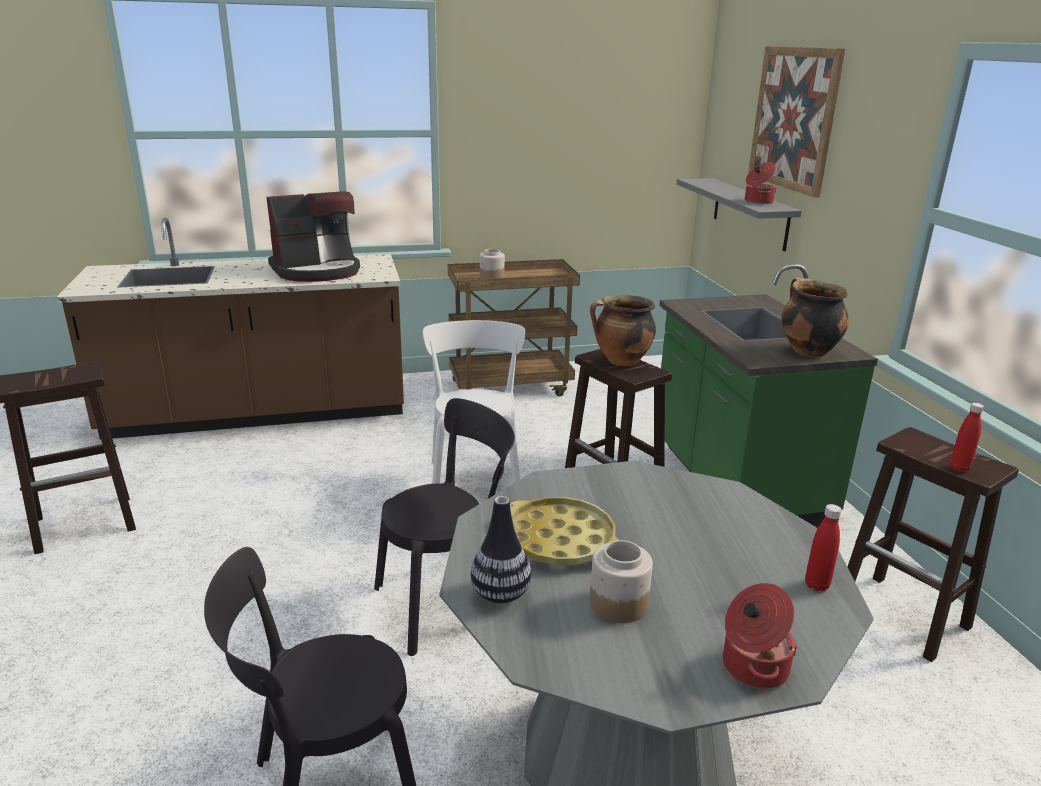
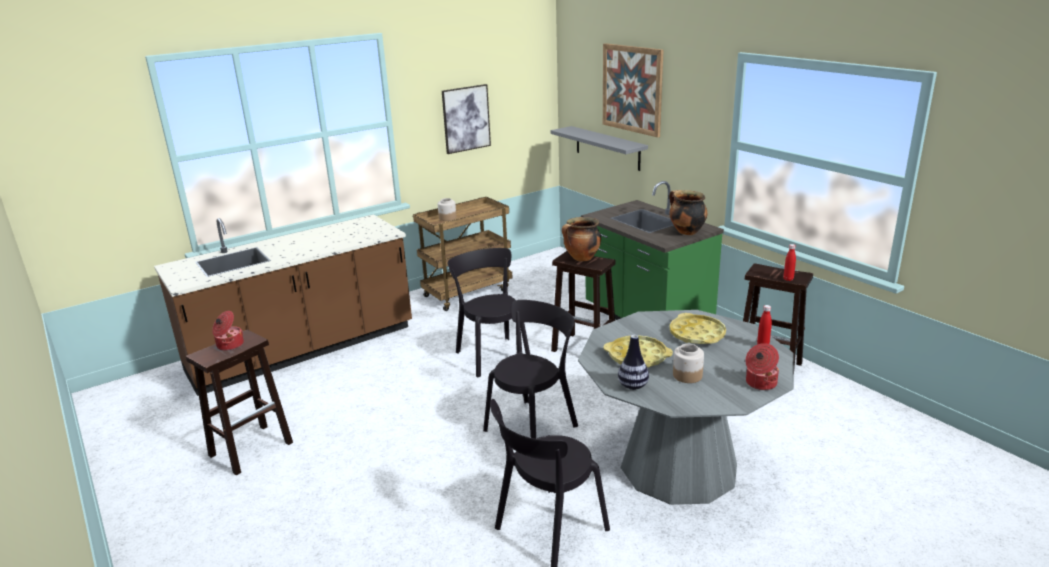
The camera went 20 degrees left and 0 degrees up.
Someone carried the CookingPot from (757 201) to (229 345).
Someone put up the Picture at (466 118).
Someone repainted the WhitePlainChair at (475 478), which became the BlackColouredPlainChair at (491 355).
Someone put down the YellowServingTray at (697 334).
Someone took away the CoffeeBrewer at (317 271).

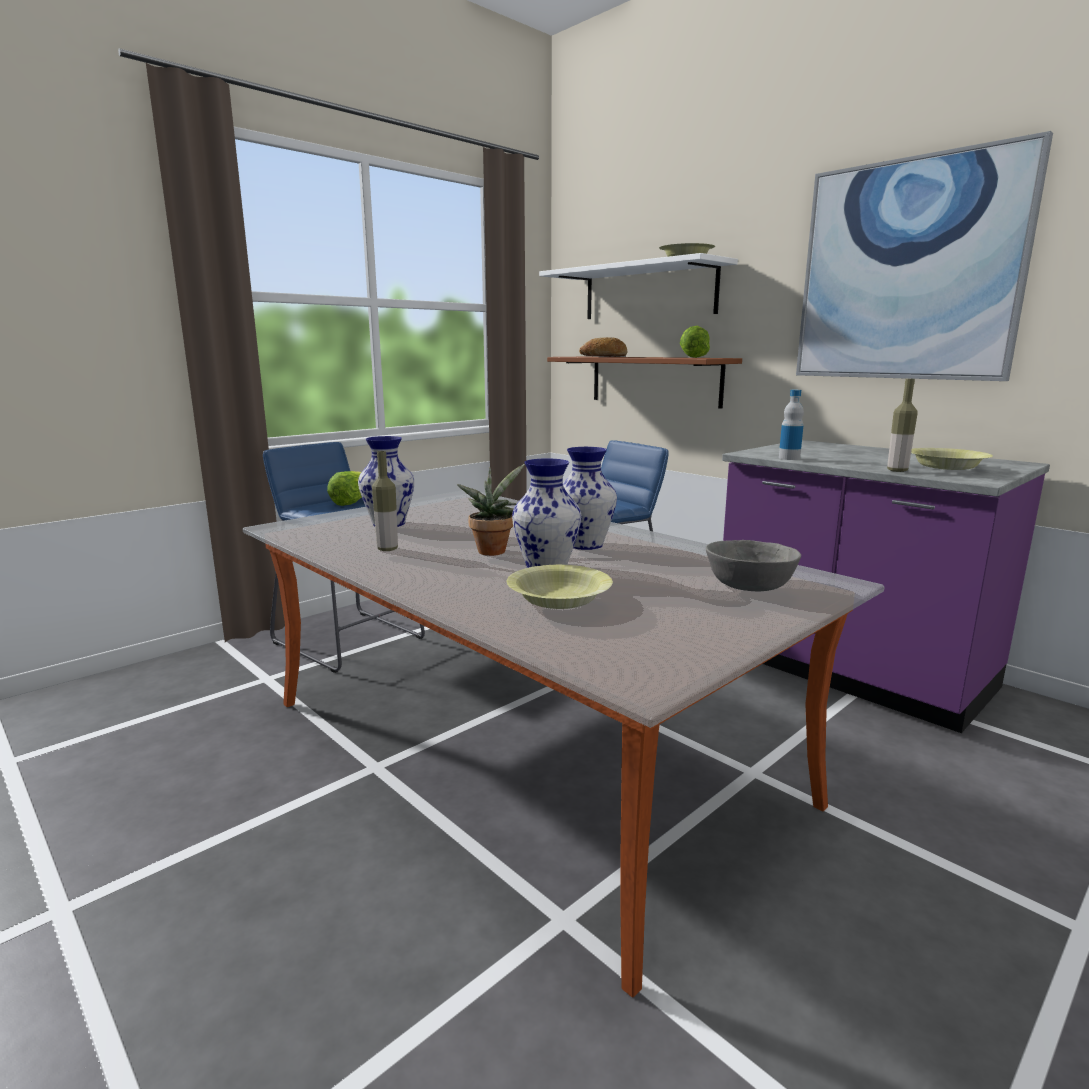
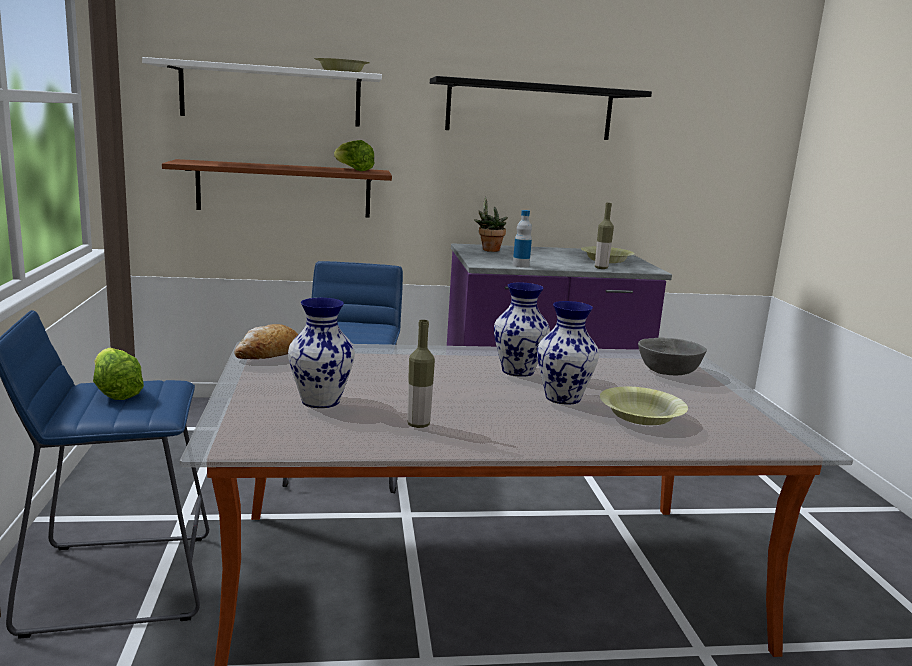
The camera went 55 degrees left and 0 degrees up.
Someone carried the BakeryBread from (604 356) to (268 354).
Someone swapped the Picture at (908 271) for the BlackColouredWallShelf at (529 110).
Someone carried the PottedPlant from (492 550) to (488 249).

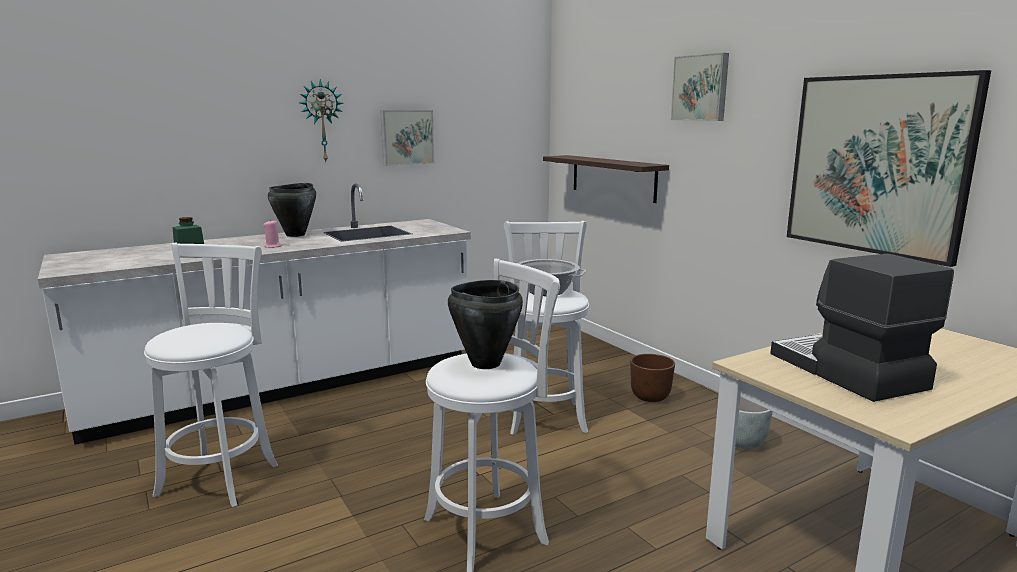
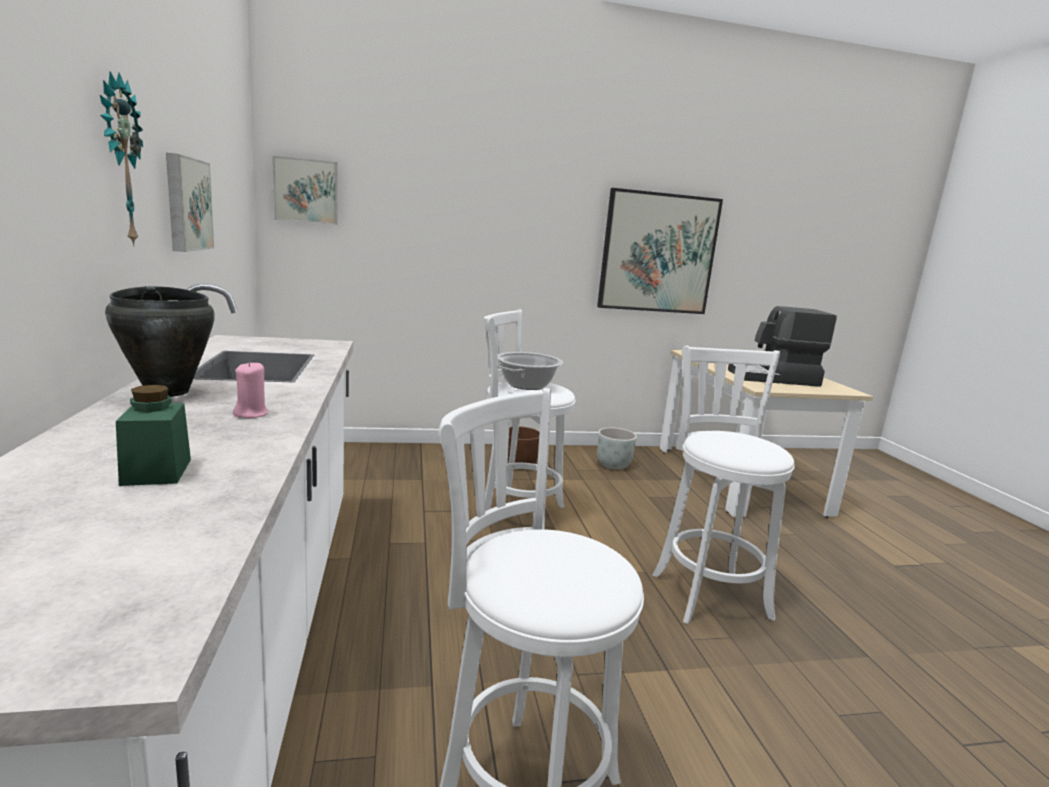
The camera went 70 degrees left and 0 degrees up.
Someone carried the Picture from (701 88) to (306 191).
Someone took away the BlackColouredCookingPot at (485 363).
Someone took away the WallShelf at (613 177).

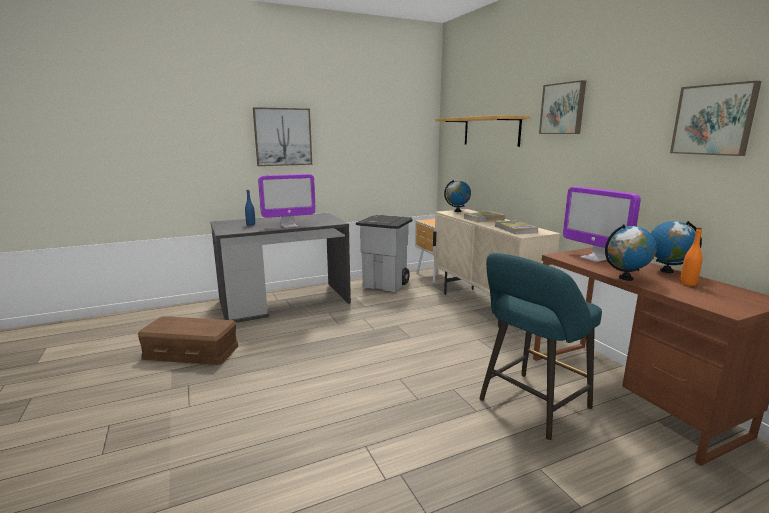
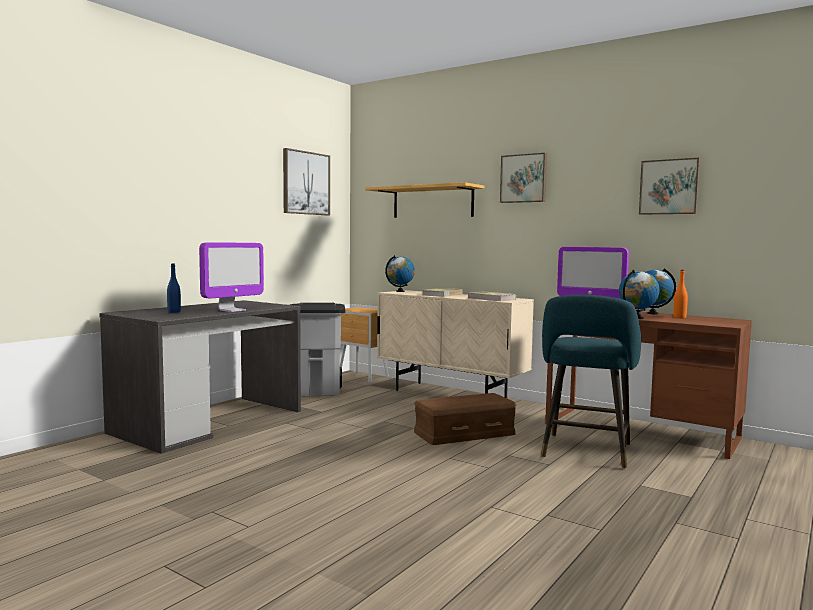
The camera went 30 degrees left and 10 degrees down.
Someone carried the Picture from (283 137) to (306 183).
Someone carried the BrownStorageContainer from (192 351) to (464 432).

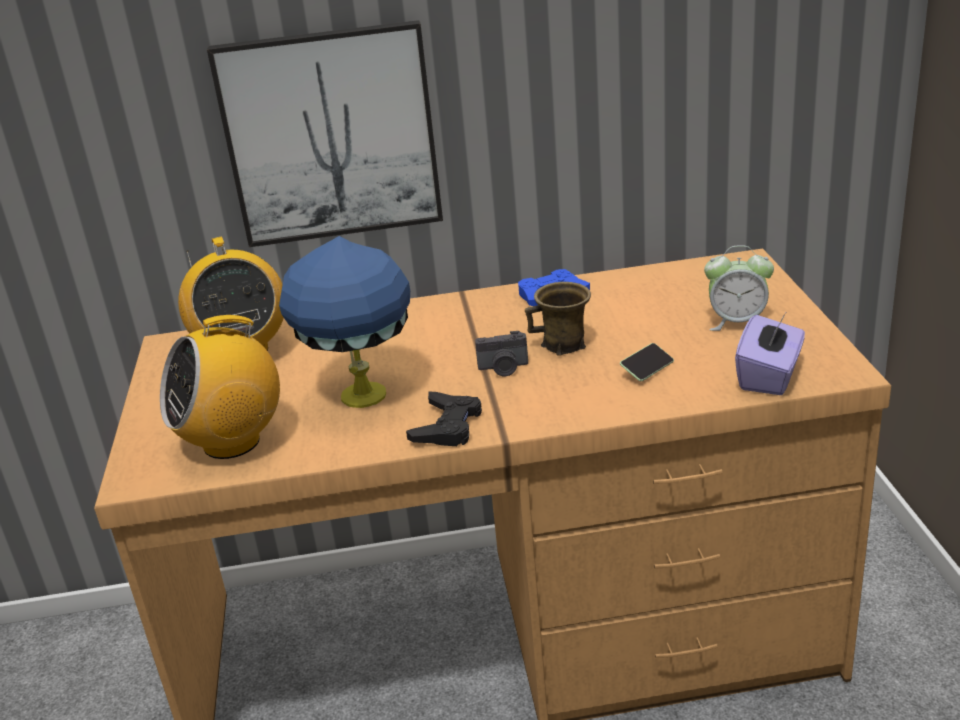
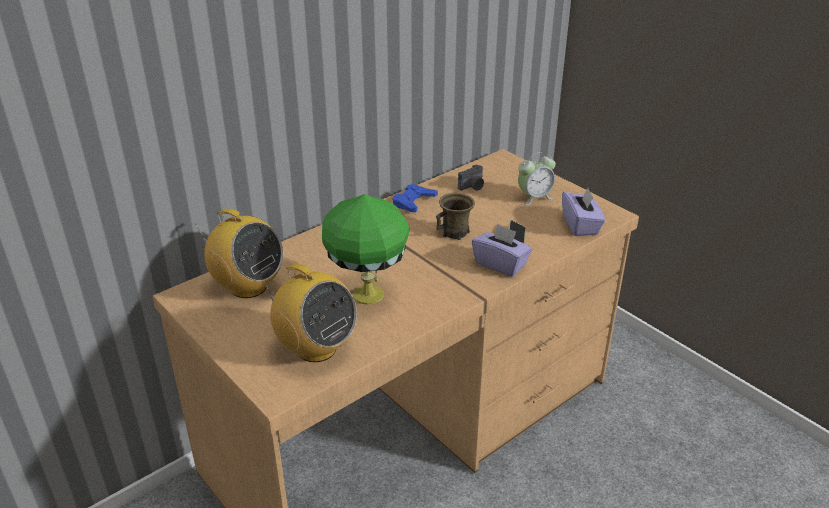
The camera went 35 degrees left and 5 degrees up.
Someone rotated the RadioReceiver at (232 442) by 75 degrees counterclockwise.
Someone repainted the BlueTabletopLamp at (361 396), which became the GreenishTabletopLamp at (367 296).
Someone carried the PhotoCamera from (503 368) to (472 187).
Someone put down the PurpleTissueHolder at (500 264).
Someone took away the Picture at (331 135).
Someone took away the BlackColouredJoypad at (447 426).

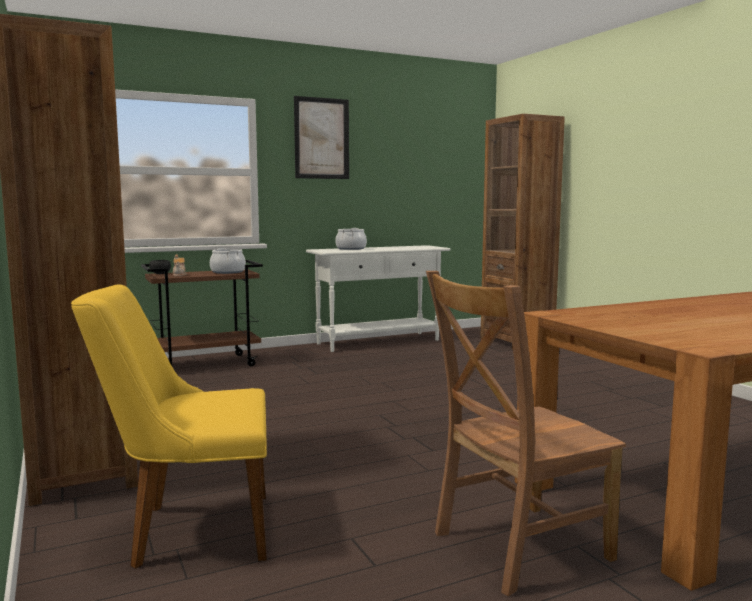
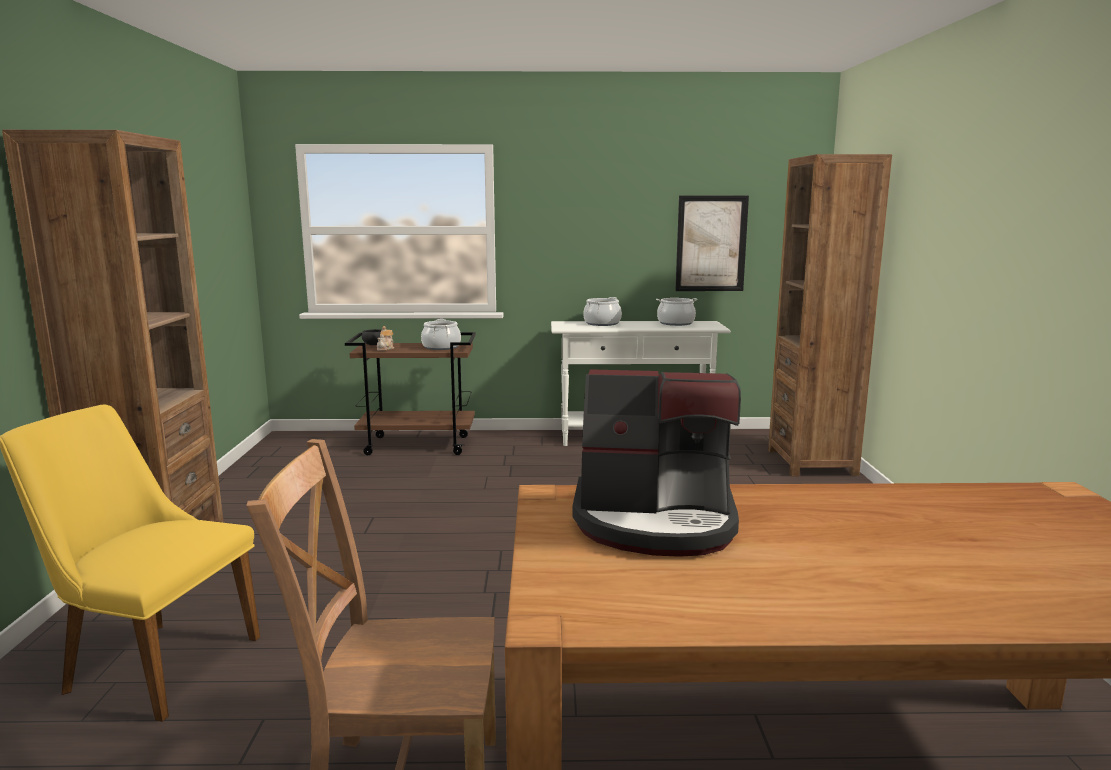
The camera went 25 degrees right and 5 degrees up.
Someone put down the CoffeeBrewer at (655 521).
Someone put down the CookingPot at (675 323).
Someone carried the Picture from (321 138) to (711 243).

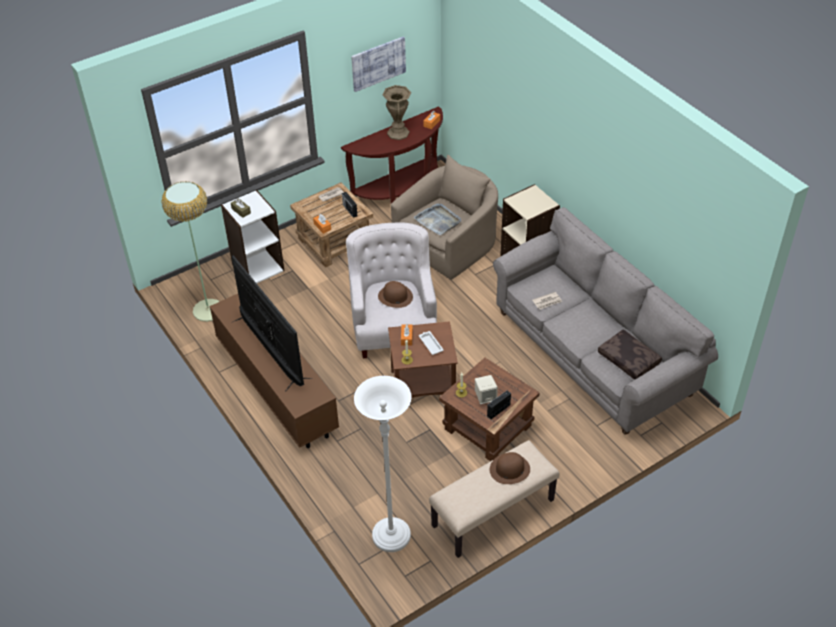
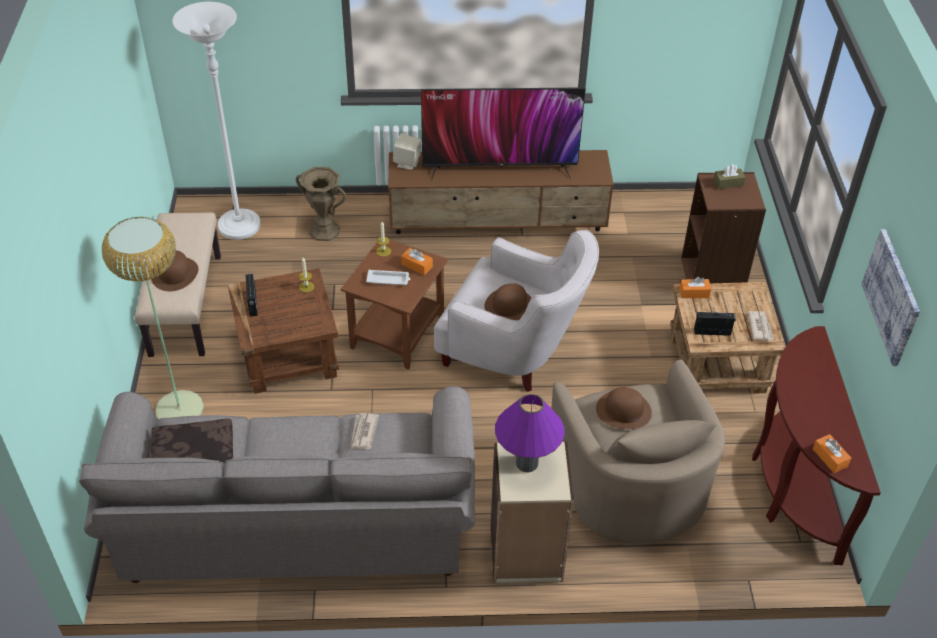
The camera went 120 degrees right and 0 degrees up.
Someone carried the StandingLamp from (208 310) to (179 408).
Someone carried the BrownFlowerVase from (398 133) to (325 230).
Someone carried the BeigeColouredLoudspeaker from (485 397) to (407 163).
Someone put down the PurpleTabletopLamp at (527 463).
Someone swapped the GrayServingTray at (438 220) for the BrownHat at (623 410).
Someone repainted the WhiteBookcase at (258 267), which became the BrownBookcase at (713 277).

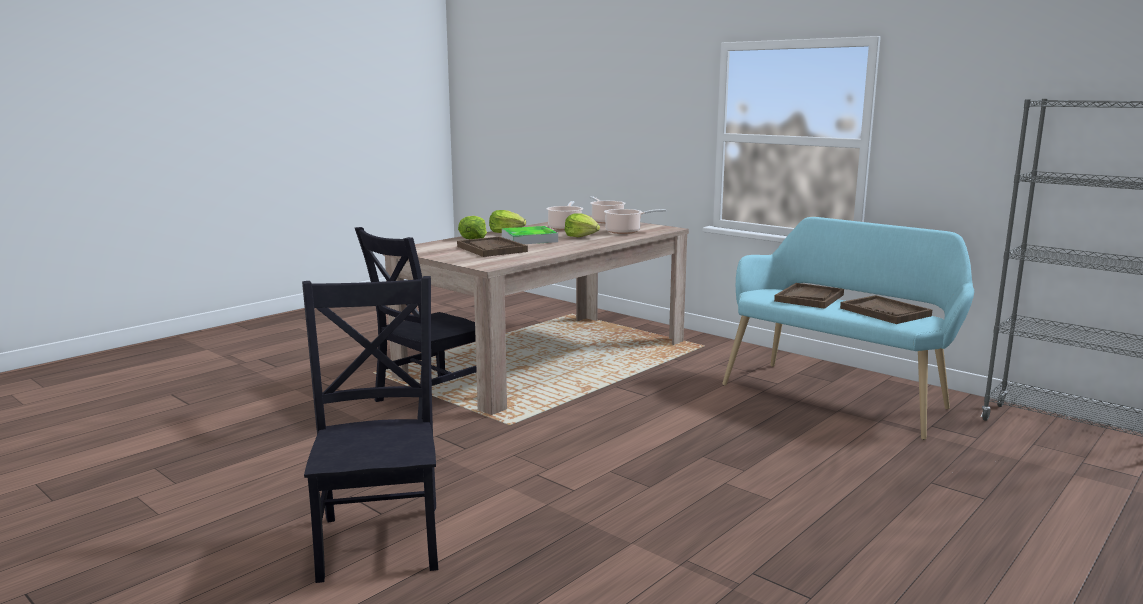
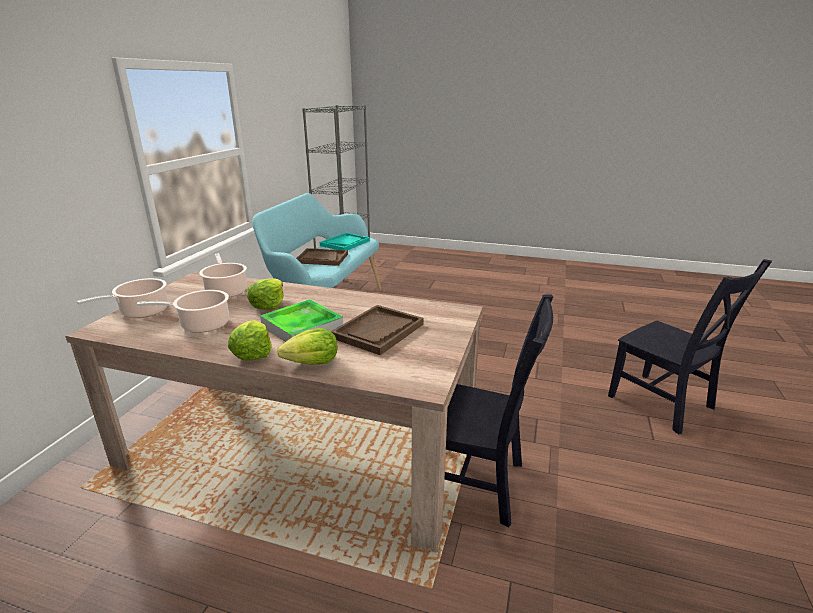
The camera went 115 degrees left and 10 degrees up.
Someone repainted the BrownServingTray at (885 312), which became the BlueGreenServingTray at (345 243).
Someone rotated the BlackColouredPlainChair at (381 538) by 90 degrees counterclockwise.

